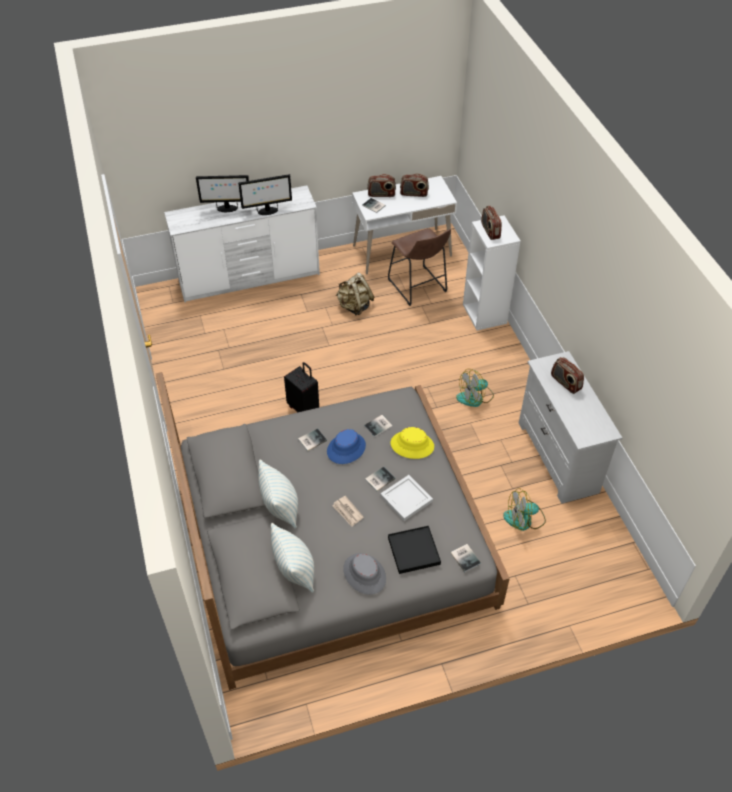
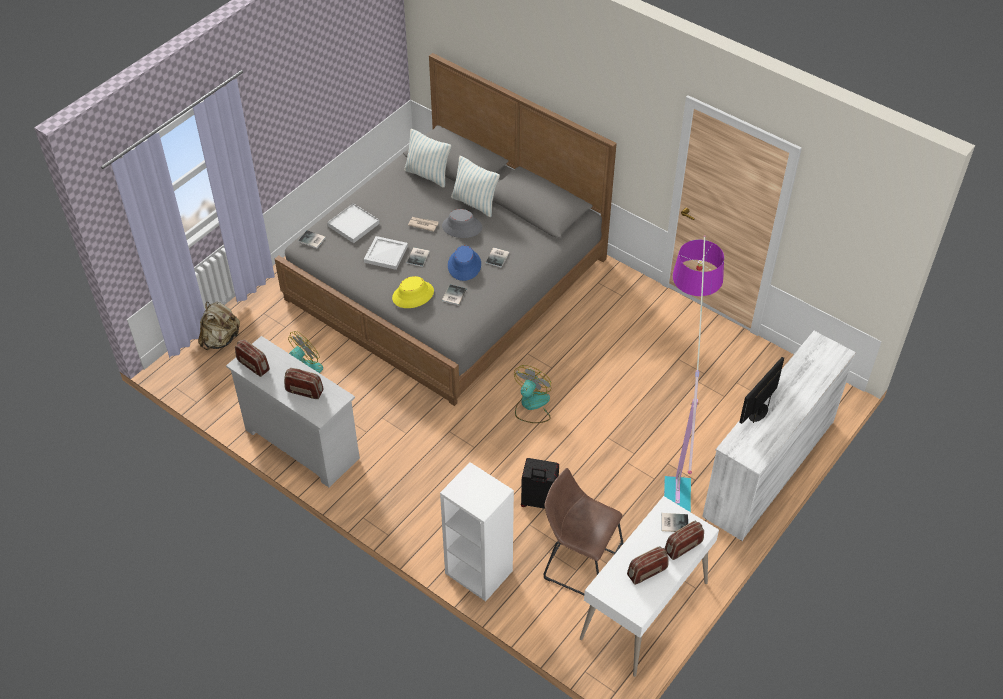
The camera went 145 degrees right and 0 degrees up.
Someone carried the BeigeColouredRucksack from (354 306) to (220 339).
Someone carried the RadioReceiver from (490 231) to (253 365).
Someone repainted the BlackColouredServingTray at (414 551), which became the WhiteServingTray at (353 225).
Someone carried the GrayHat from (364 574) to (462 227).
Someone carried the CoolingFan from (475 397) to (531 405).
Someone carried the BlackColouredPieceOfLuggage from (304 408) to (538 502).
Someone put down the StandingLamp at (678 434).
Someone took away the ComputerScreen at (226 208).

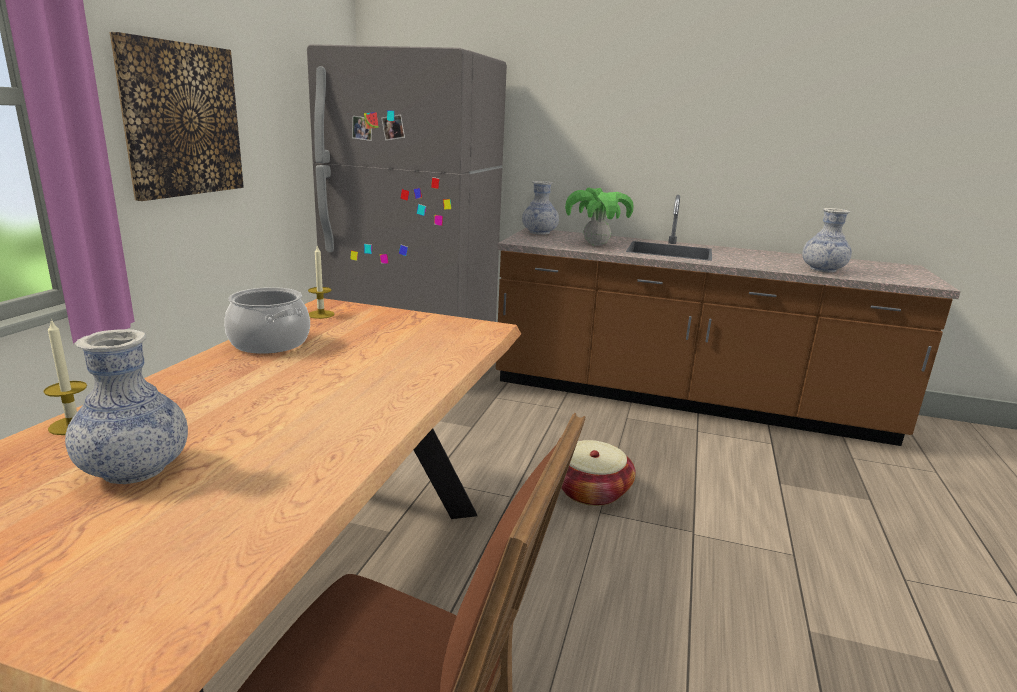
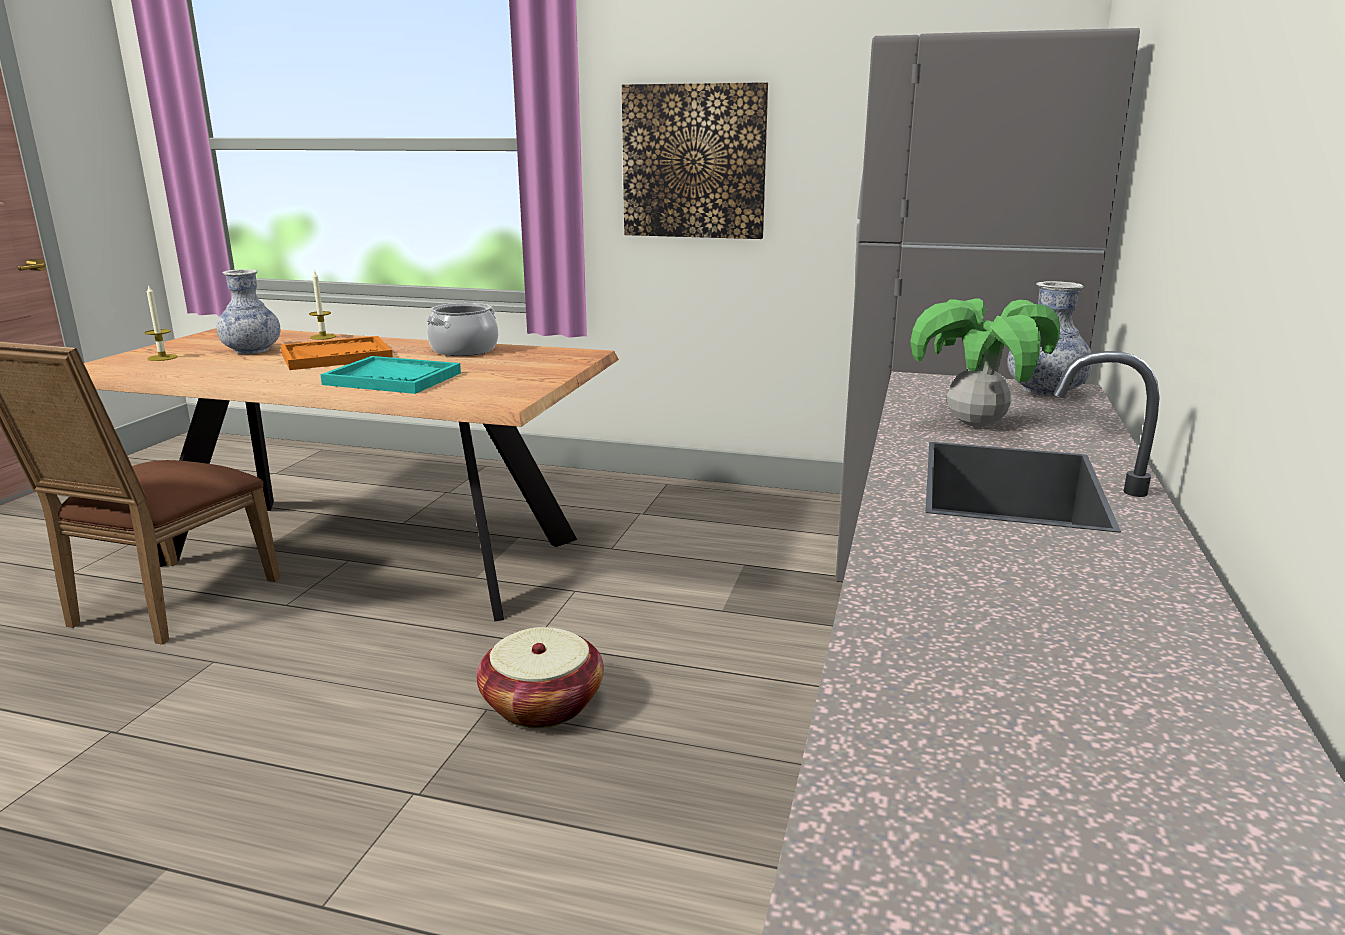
The camera went 90 degrees right and 0 degrees up.
Someone carried the WaxCandle from (321 314) to (162 357).
Someone put down the OrangeServingTray at (336 356).
Someone put down the BlueGreenServingTray at (393 379).
Someone took away the FlowerVase at (822 270).

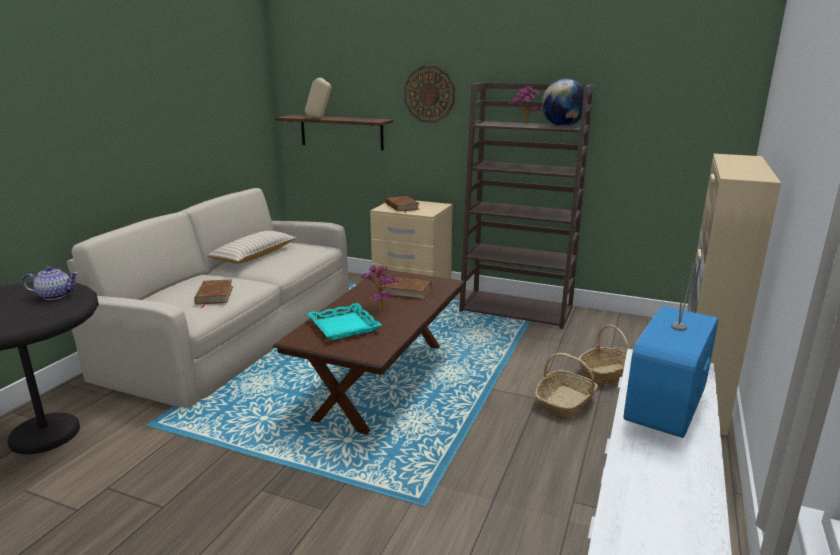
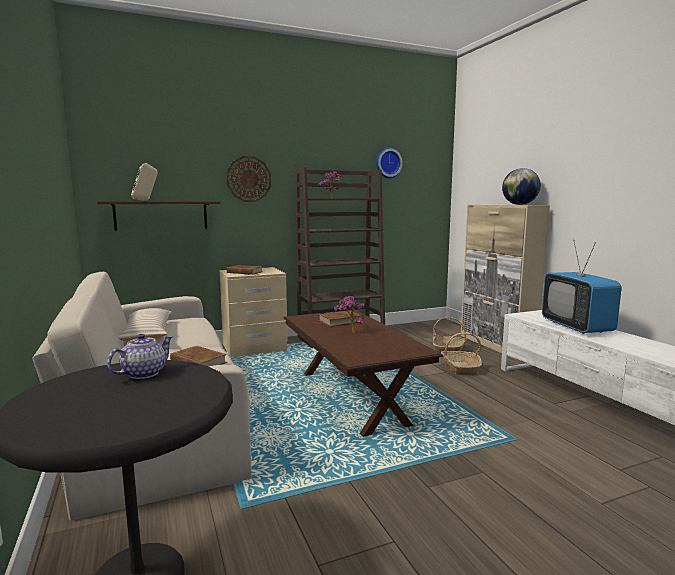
The camera went 45 degrees left and 10 degrees down.
Someone put up the WallClock at (387 163).
Someone carried the DeskGlobe from (563 126) to (519 204).
Someone took away the BlueGreenServingTray at (344 326).

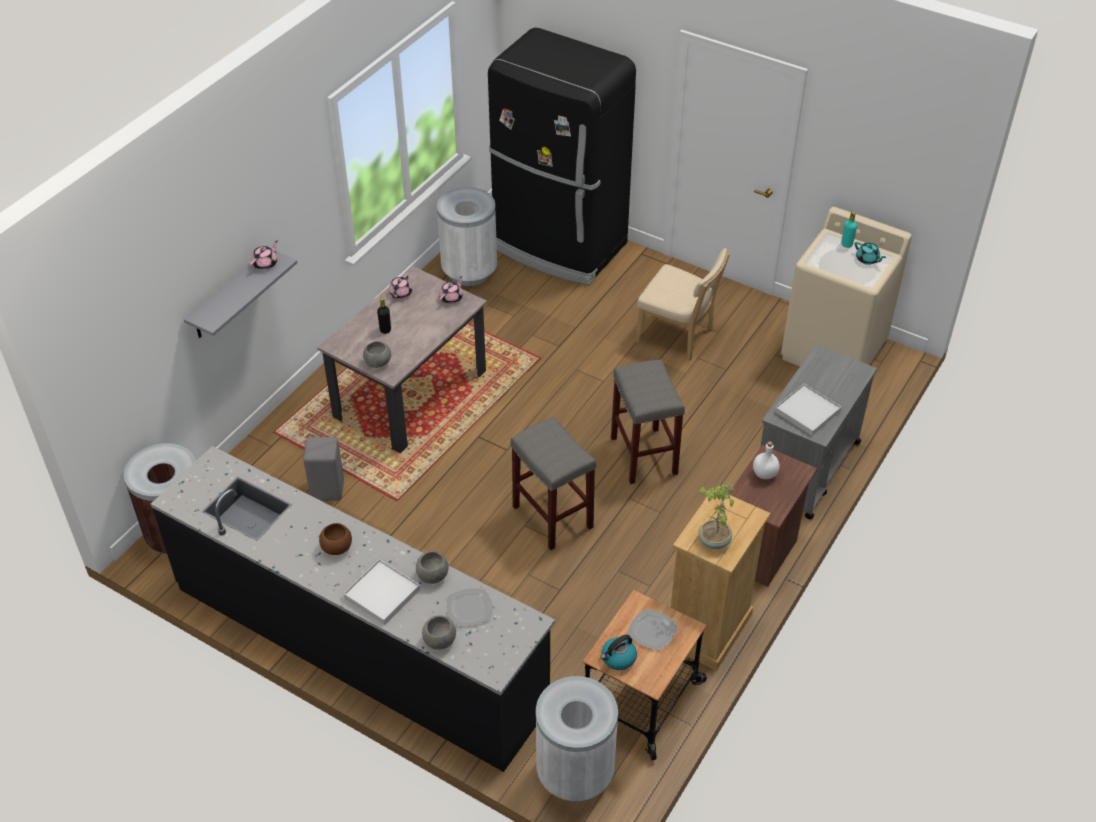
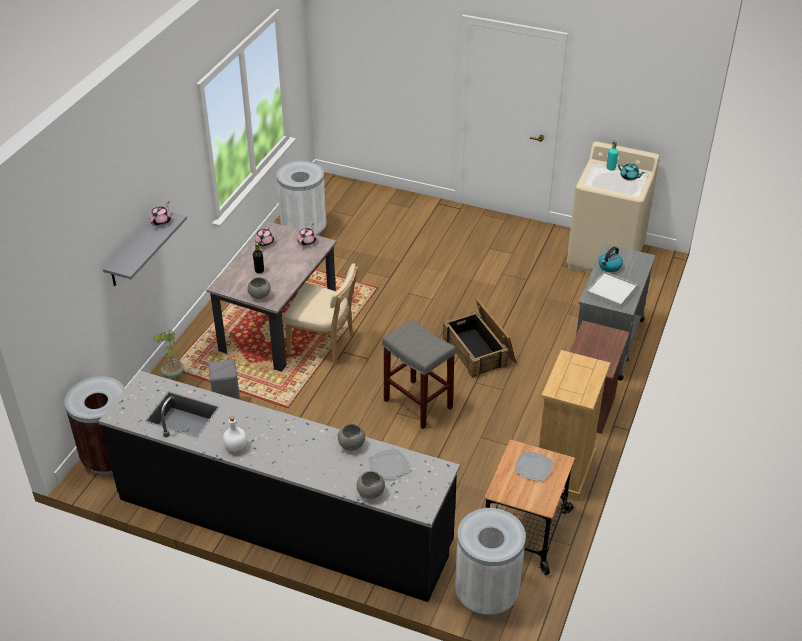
The camera went 10 degrees left and 5 degrees down.
Someone carried the PottedPlant from (713 541) to (172 374).
Someone carried the WhiteBeverageBottle from (764 473) to (236 446).
Someone carried the BeigeColouredPlainChair from (678 336) to (324 345).
Someone swapped the GrayStoolSeat at (644 456) for the PackingCrate at (479 350).
Someone carried the TeaKettle from (618 658) to (609 266).
Someone took away the BrownServingBowl at (336 547).
Someone took away the WhiteServingTray at (382 594).
Someone took away the BlackColouredRefrigerator at (558 246).

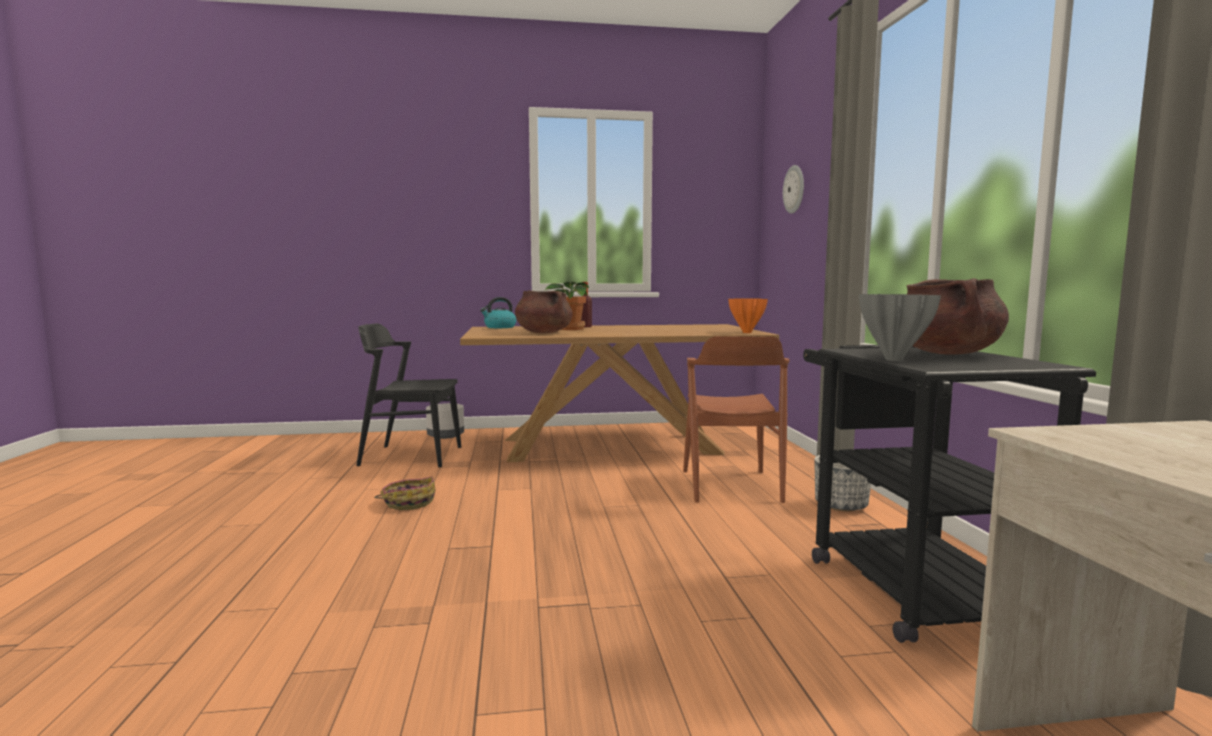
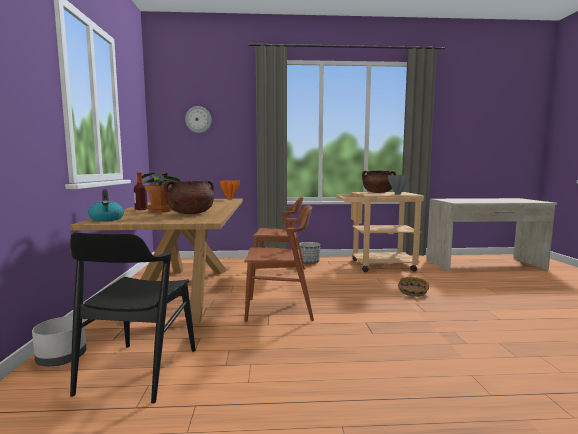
The camera went 85 degrees left and 0 degrees up.
Someone put down the BrownPlainChair at (279 309).
Someone repainted the BlackColouredTrolley at (907 583), which became the BeigeColouredTrolley at (376 265).
Someone carried the Basket from (408 502) to (412 292).

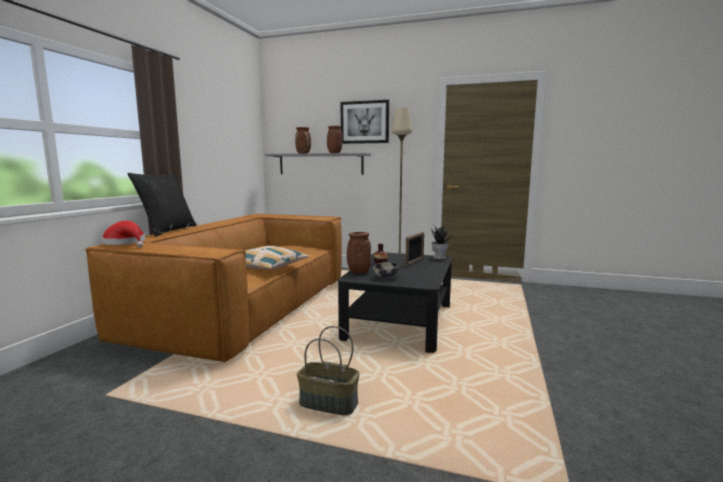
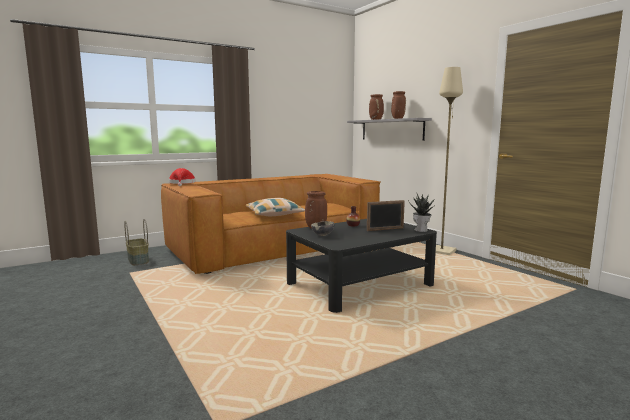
The camera went 40 degrees right and 0 degrees up.
Someone carried the Basket from (327 404) to (137 260).
Someone took away the BlackColouredCushion at (167 230).
Someone took away the Picture at (364 122).

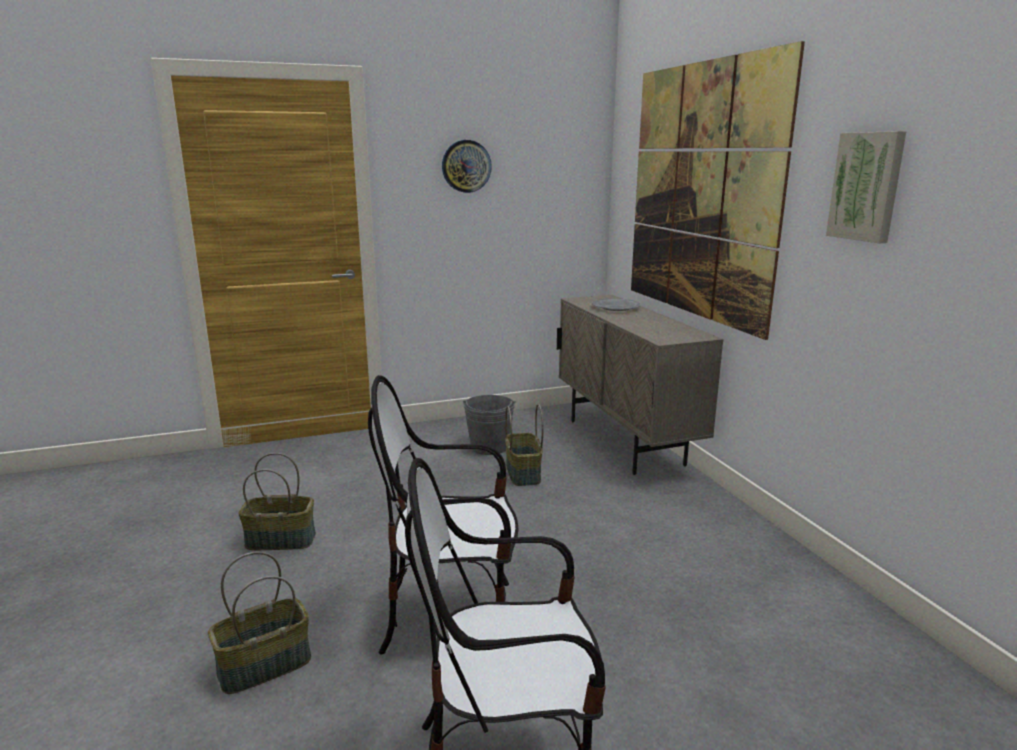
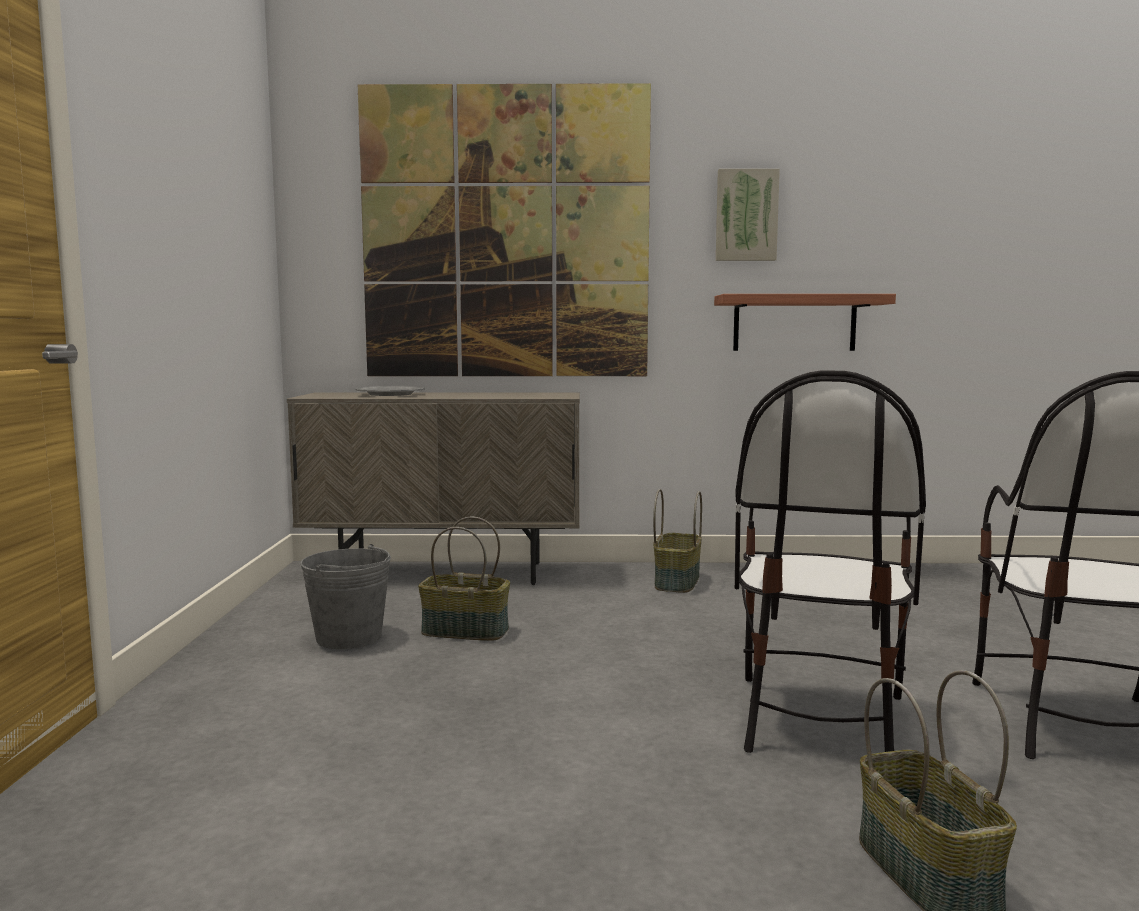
The camera went 70 degrees left and 10 degrees down.
Someone carried the Basket from (281 540) to (676 582).
Someone put up the WallShelf at (794 323).
Someone took away the WallClock at (466 166).

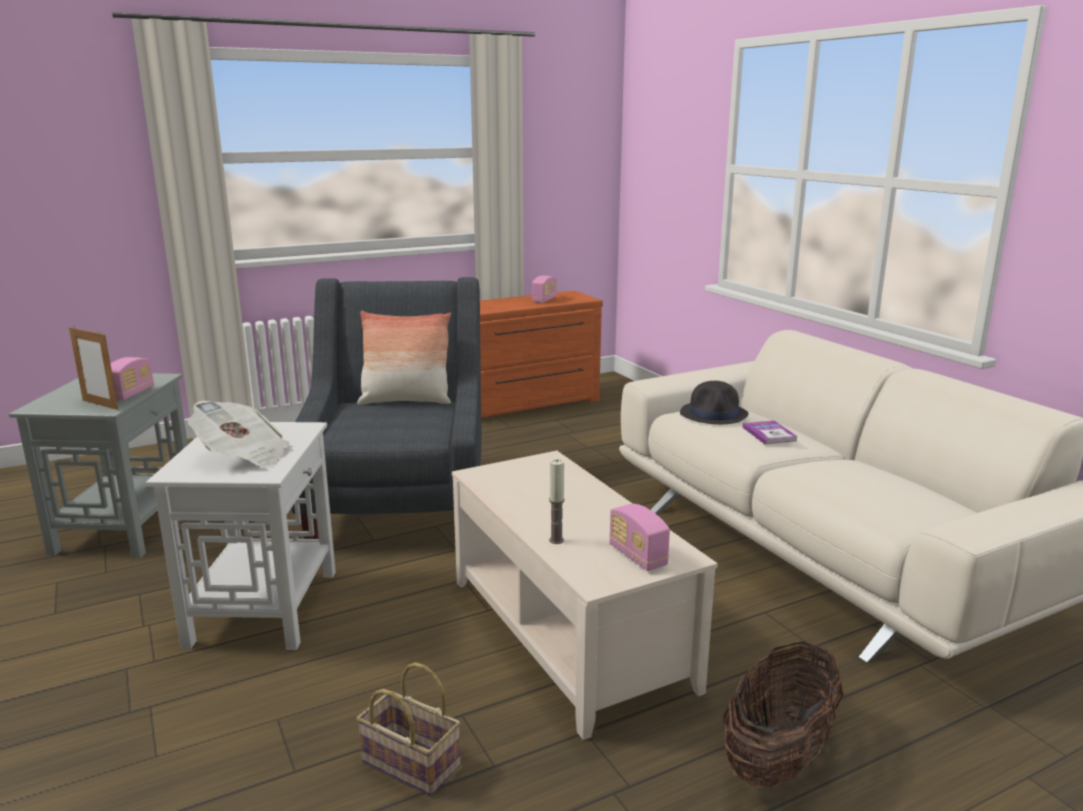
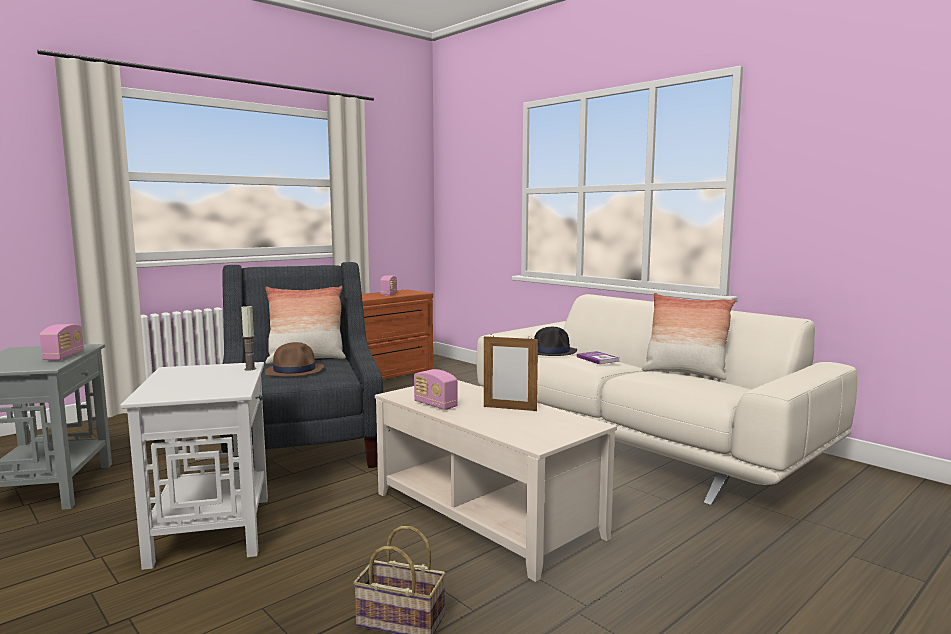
The camera went 15 degrees left and 10 degrees down.
Someone carried the WaxCandle from (556 540) to (250 369).
Someone put down the BrownHat at (295 371).
Someone carried the RadioReceiver from (637 556) to (435 405).
Someone carried the PictureFrame from (100 405) to (509 408).
Someone put down the Cushion at (684 373).
Someone took away the Newspaper at (243 457).
Someone took away the Basket at (778 757).

